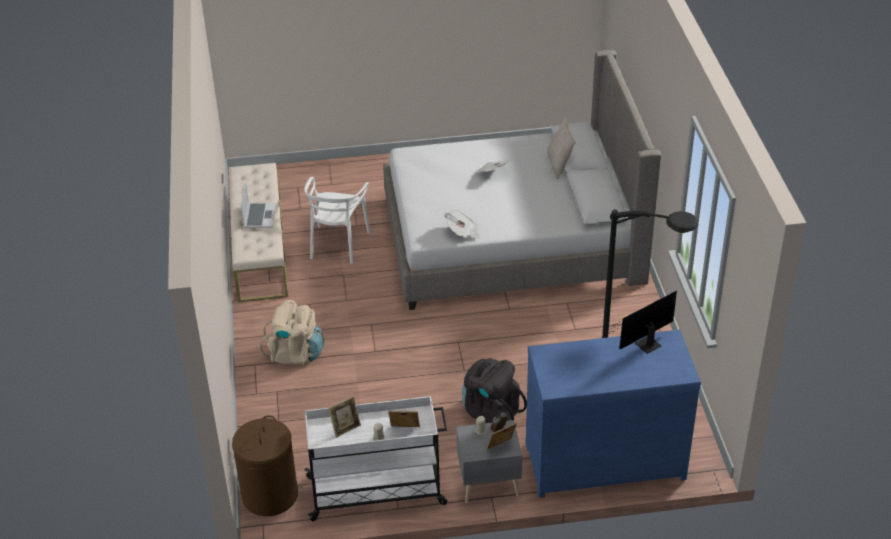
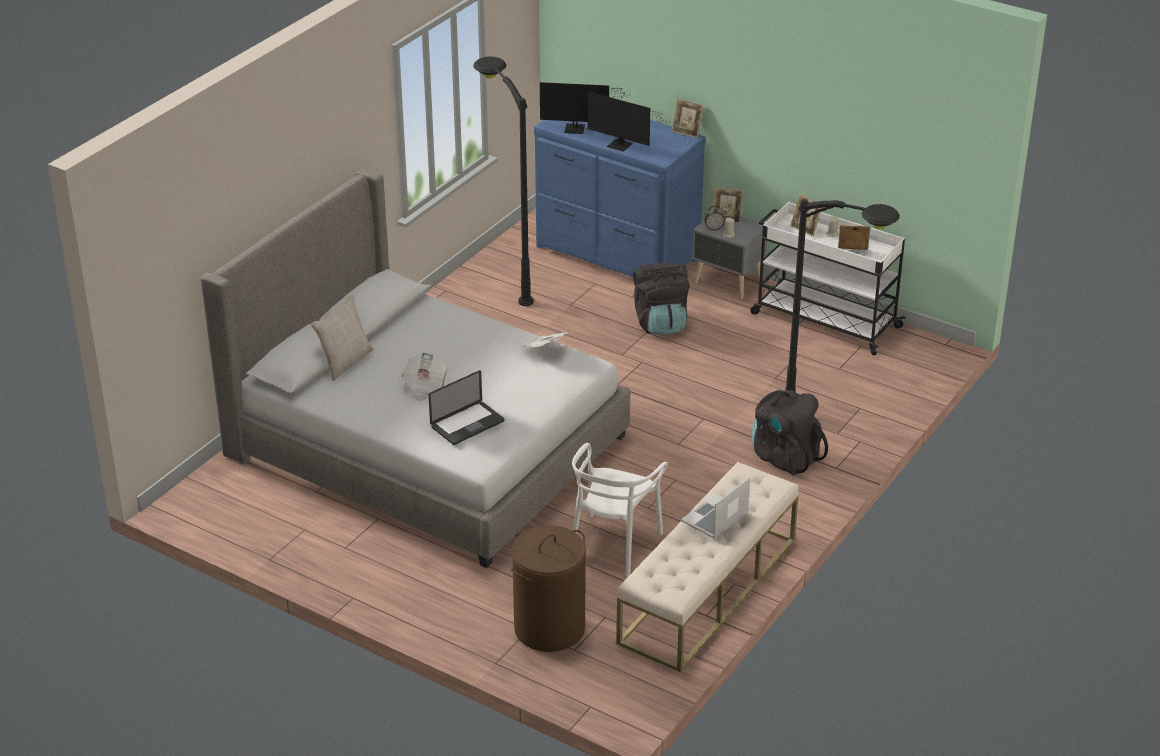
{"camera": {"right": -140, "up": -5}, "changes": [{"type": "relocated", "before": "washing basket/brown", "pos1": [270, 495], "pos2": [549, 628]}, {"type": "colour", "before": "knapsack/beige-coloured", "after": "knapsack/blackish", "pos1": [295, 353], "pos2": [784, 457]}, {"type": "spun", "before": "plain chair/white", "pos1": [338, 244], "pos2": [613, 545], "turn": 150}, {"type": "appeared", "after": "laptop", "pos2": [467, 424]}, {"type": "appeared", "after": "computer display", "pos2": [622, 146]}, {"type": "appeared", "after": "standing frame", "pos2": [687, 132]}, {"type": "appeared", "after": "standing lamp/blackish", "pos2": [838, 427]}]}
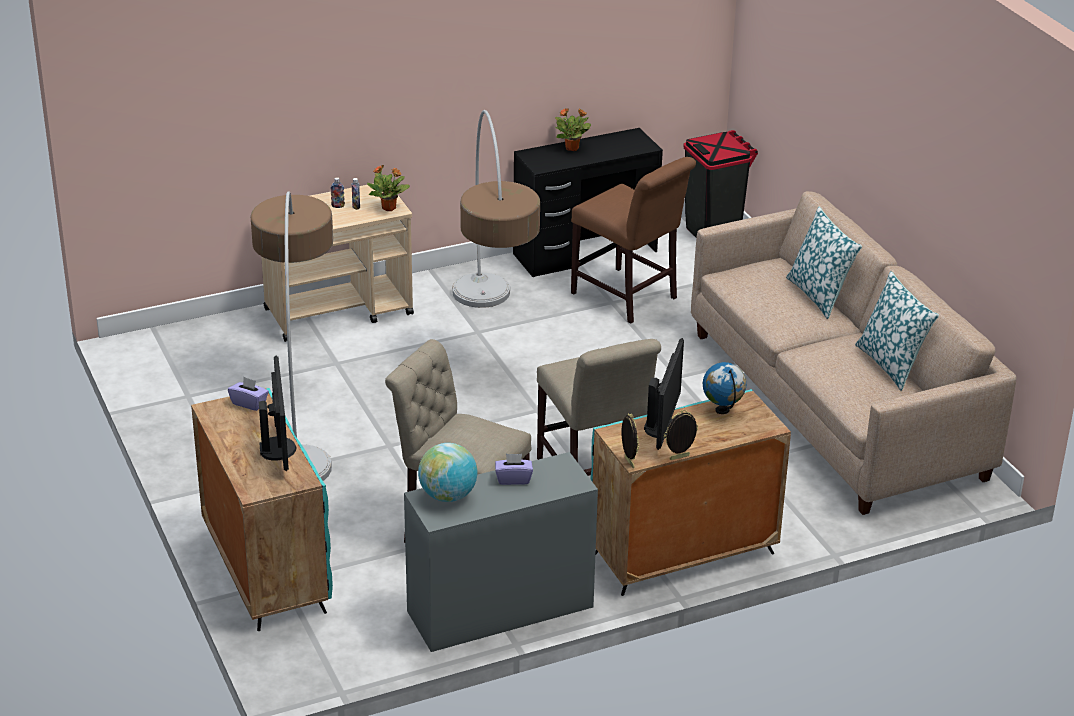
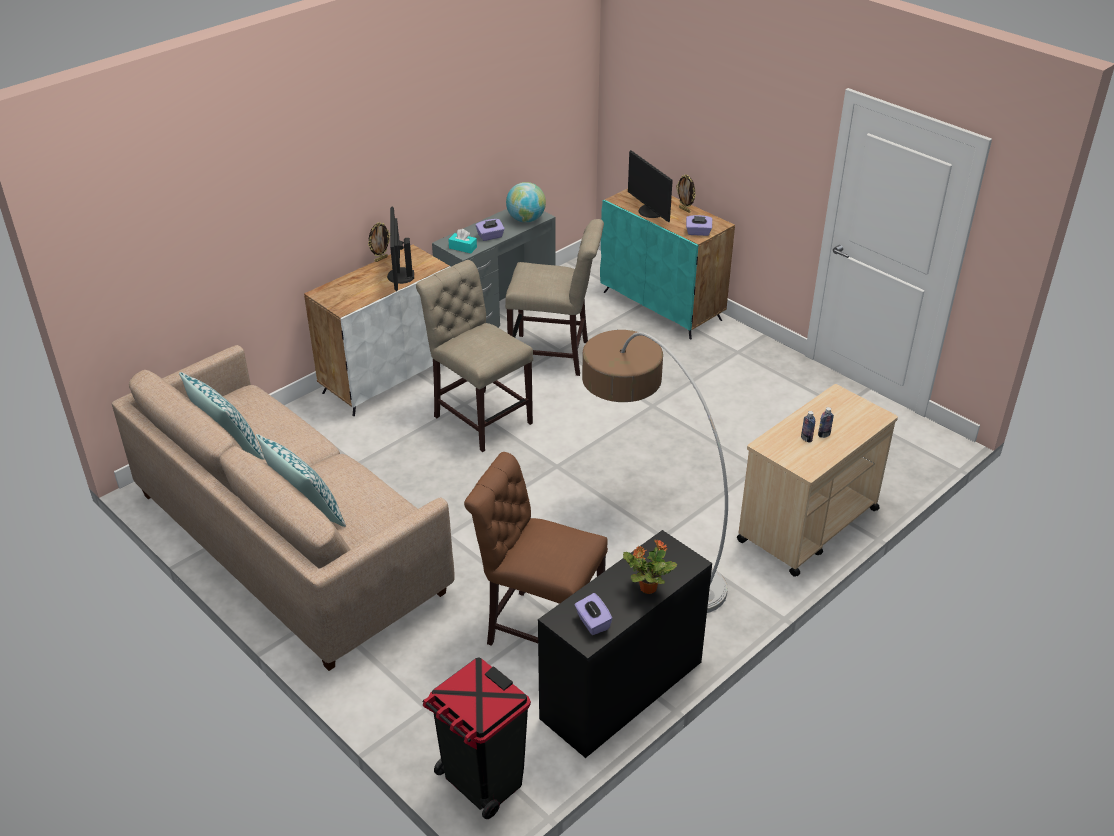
{"camera": {"right": 160, "up": 5}, "changes": [{"type": "missing", "before": "standing lamp", "pos1": [300, 417]}, {"type": "missing", "before": "potted plant", "pos1": [389, 208]}, {"type": "colour", "before": "cabinet/turquoise", "after": "cabinet/white", "pos1": [682, 555], "pos2": [389, 377]}, {"type": "relocated", "before": "standing frame", "pos1": [628, 462], "pos2": [685, 210]}, {"type": "missing", "before": "desk globe", "pos1": [722, 410]}, {"type": "appeared", "after": "tissue box/turquoise", "pos2": [463, 248]}, {"type": "appeared", "after": "tissue box/purple-coloured", "pos2": [592, 623]}]}
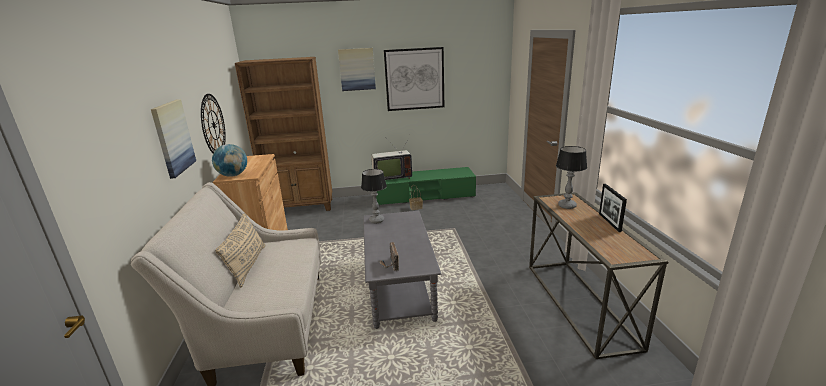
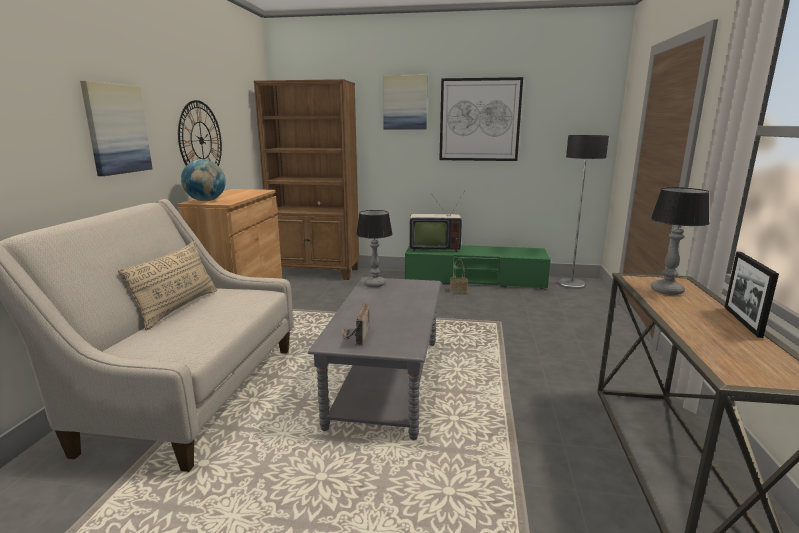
{"camera": {"right": 15, "up": -5}, "changes": [{"type": "appeared", "after": "standing lamp", "pos2": [571, 284]}]}
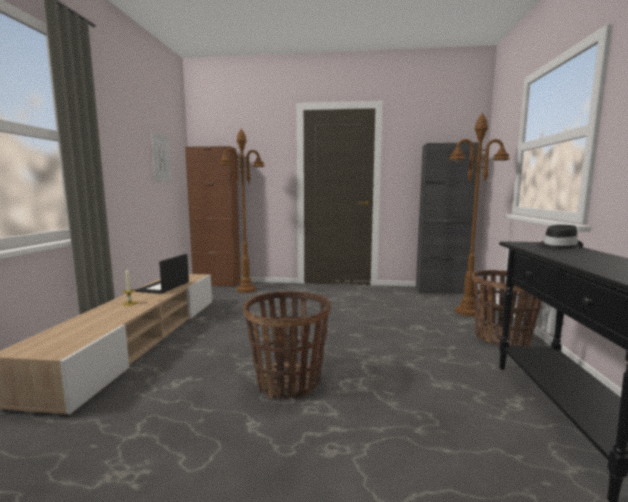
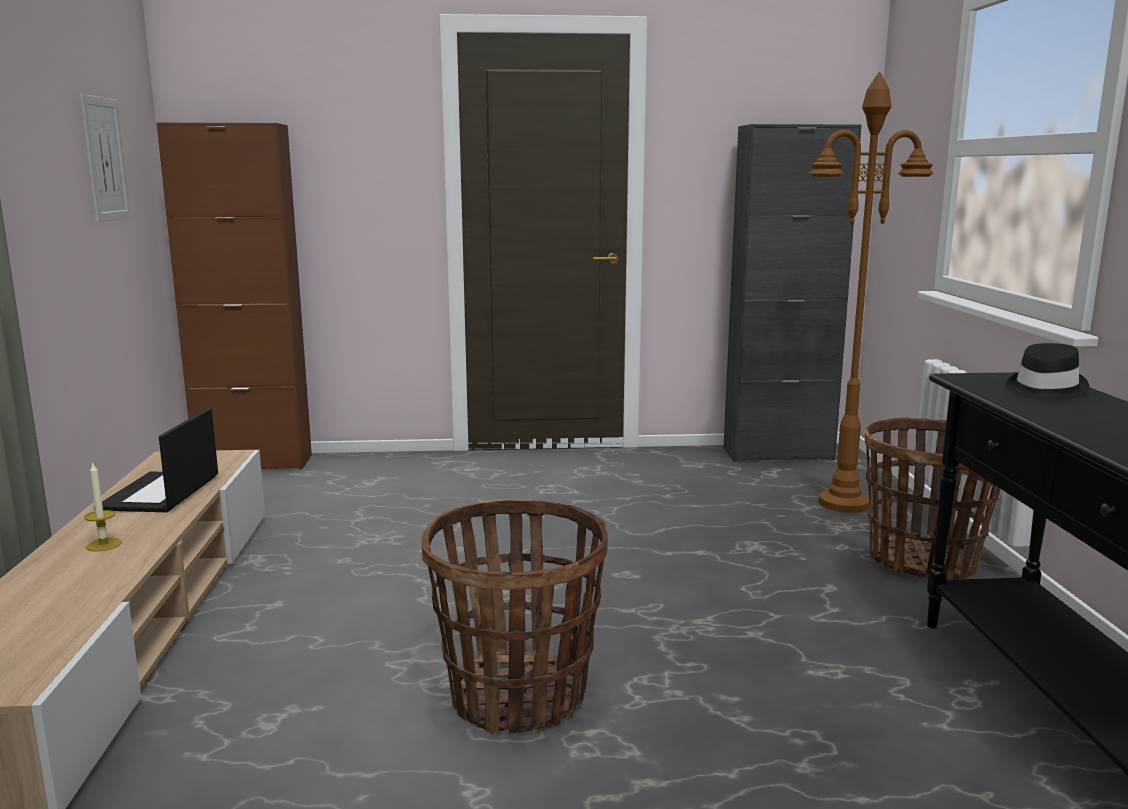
{"camera": {"right": -10, "up": 5}, "changes": [{"type": "missing", "before": "standing lamp/brown", "pos1": [246, 290]}]}
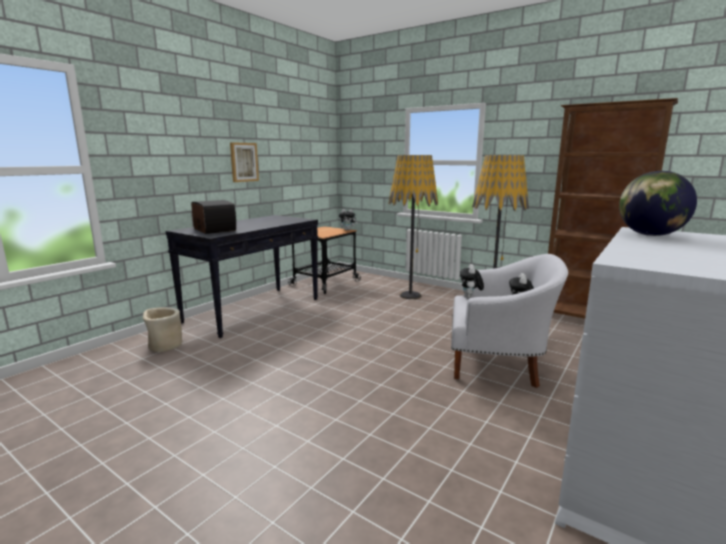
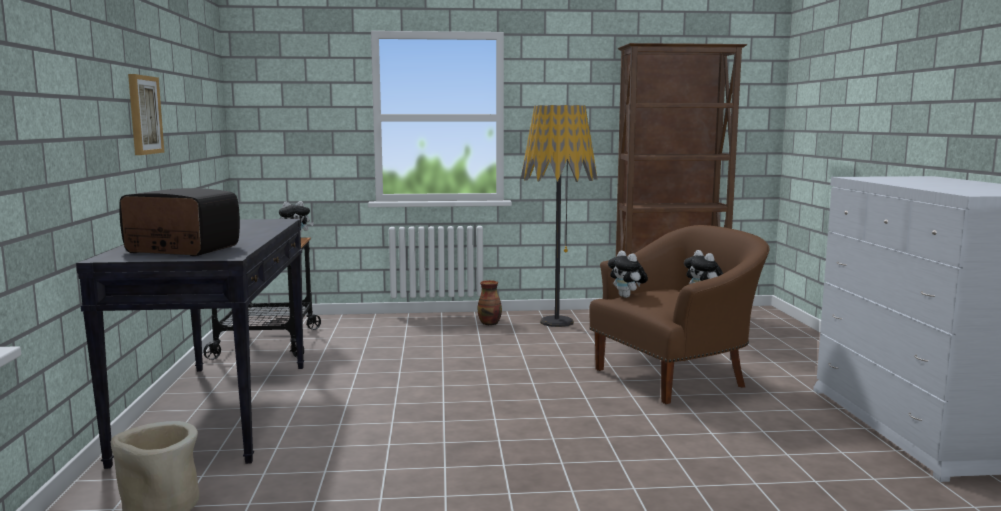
{"camera": {"right": -40, "up": -5}, "changes": [{"type": "missing", "before": "standing lamp", "pos1": [410, 295]}, {"type": "colour", "before": "lounge chair/white", "after": "lounge chair/brown", "pos1": [498, 364], "pos2": [675, 378]}, {"type": "missing", "before": "desk globe", "pos1": [650, 235]}, {"type": "appeared", "after": "flower vase", "pos2": [490, 323]}]}
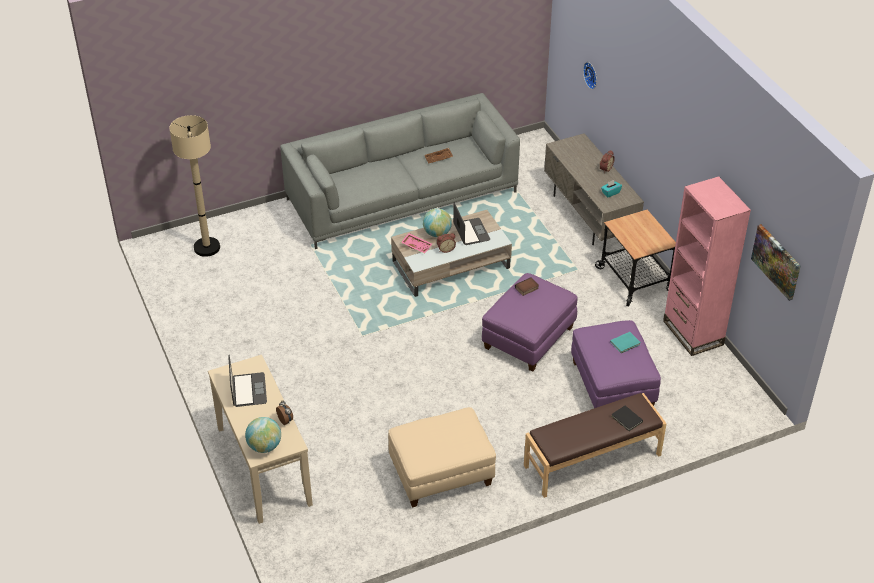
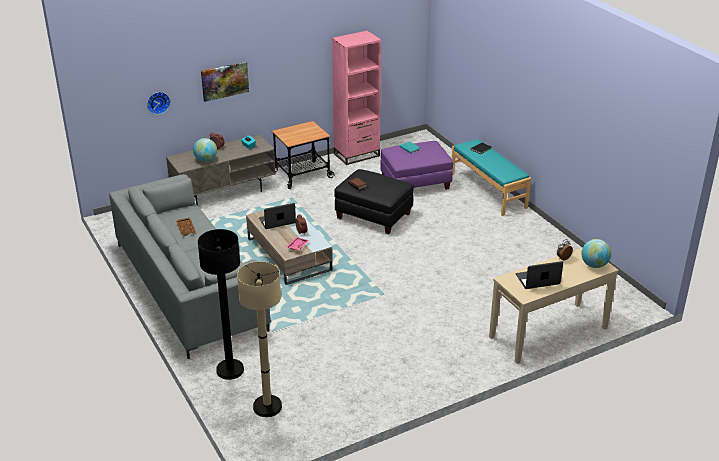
{"camera": {"right": -95, "up": -10}, "changes": [{"type": "missing", "before": "footrest/beige-coloured", "pos1": [441, 473]}, {"type": "relocated", "before": "desk globe", "pos1": [437, 233], "pos2": [206, 160]}, {"type": "colour", "before": "footrest/purple-coloured", "after": "footrest/blackish", "pos1": [529, 339], "pos2": [374, 216]}, {"type": "colour", "before": "long seat/brown", "after": "long seat/turquoise", "pos1": [592, 461], "pos2": [488, 190]}, {"type": "relocated", "before": "wall art", "pos1": [776, 261], "pos2": [224, 81]}, {"type": "appeared", "after": "standing lamp/blackish", "pos2": [230, 370]}]}
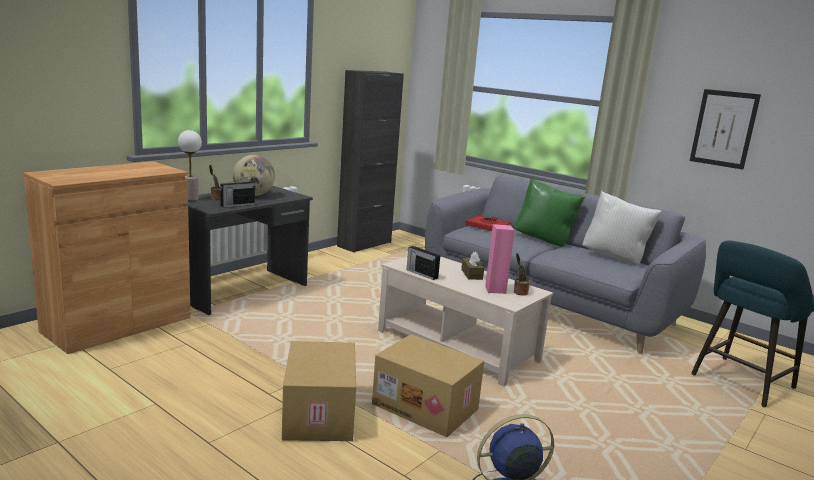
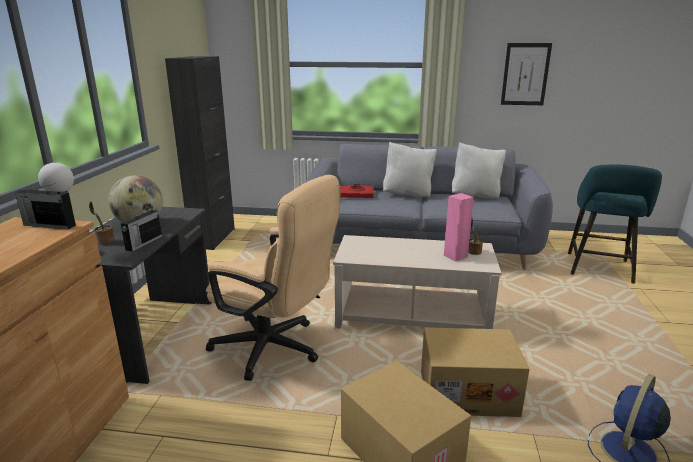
{"camera": {"right": -30, "up": 5}, "changes": [{"type": "relocated", "before": "radio receiver", "pos1": [421, 273], "pos2": [48, 225]}, {"type": "missing", "before": "tissue box/brown", "pos1": [471, 274]}, {"type": "colour", "before": "throw pillow/greenish", "after": "throw pillow/white", "pos1": [544, 240], "pos2": [408, 195]}, {"type": "appeared", "after": "desk chair/beige-coloured", "pos2": [275, 349]}]}
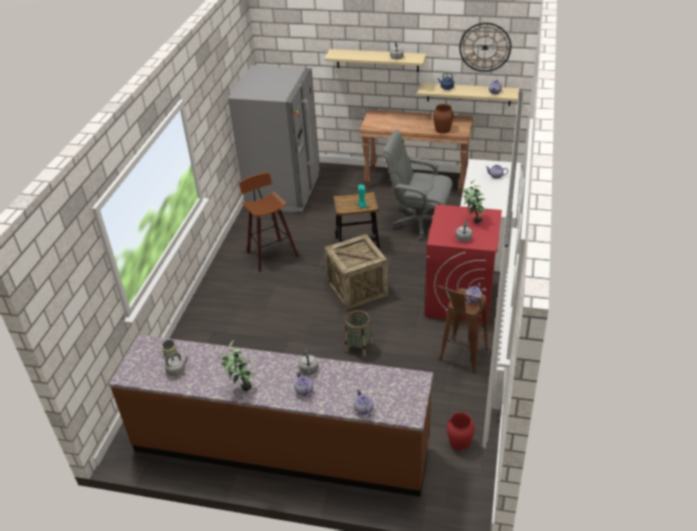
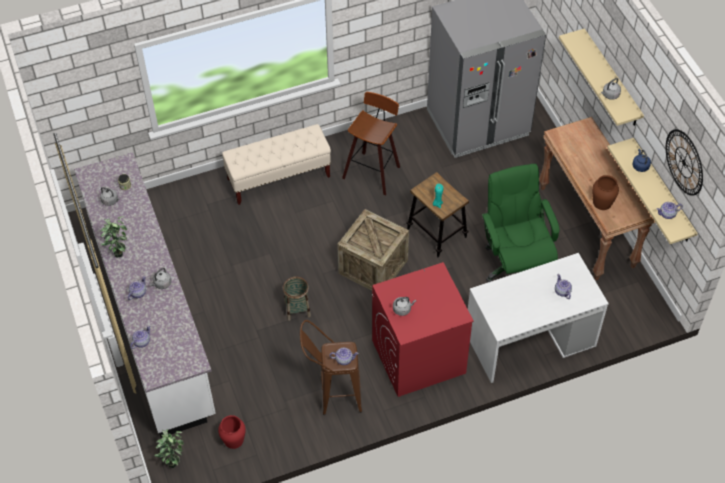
{"camera": {"right": 55, "up": 15}, "changes": [{"type": "colour", "before": "counter/brown", "after": "counter/white", "pos1": [281, 446], "pos2": [152, 316]}, {"type": "colour", "before": "desk chair/gray", "after": "desk chair/greenish", "pos1": [418, 222], "pos2": [515, 264]}, {"type": "relocated", "before": "potted plant", "pos1": [473, 220], "pos2": [173, 459]}, {"type": "appeared", "after": "long seat/beige-coloured", "pos2": [279, 178]}]}
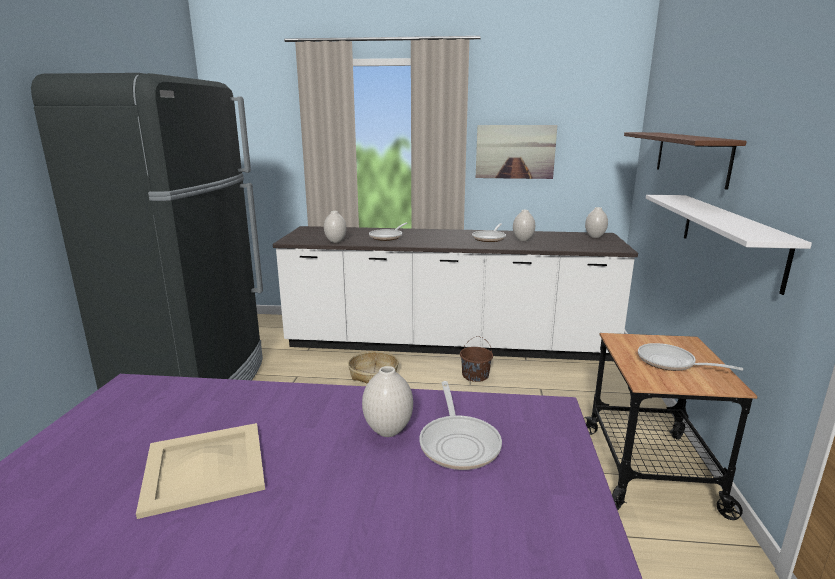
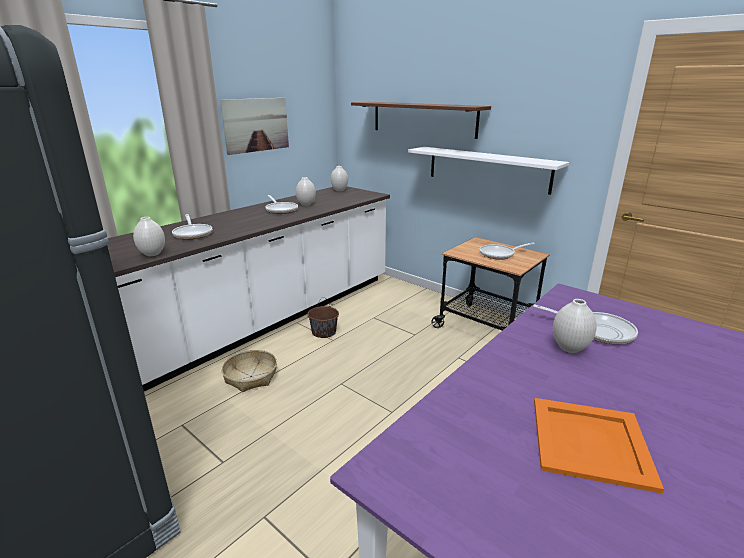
{"camera": {"right": -55, "up": 5}, "changes": [{"type": "colour", "before": "serving tray/beige-coloured", "after": "serving tray/orange-coloured", "pos1": [206, 466], "pos2": [589, 441]}]}
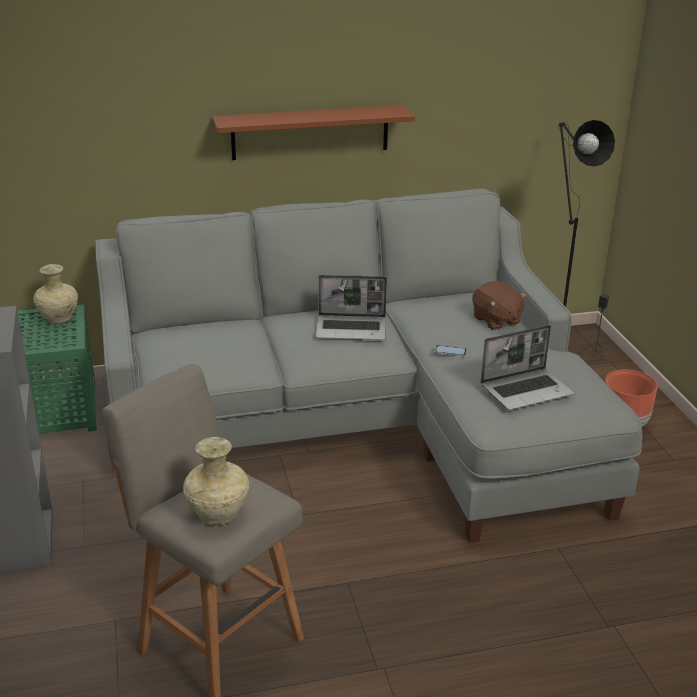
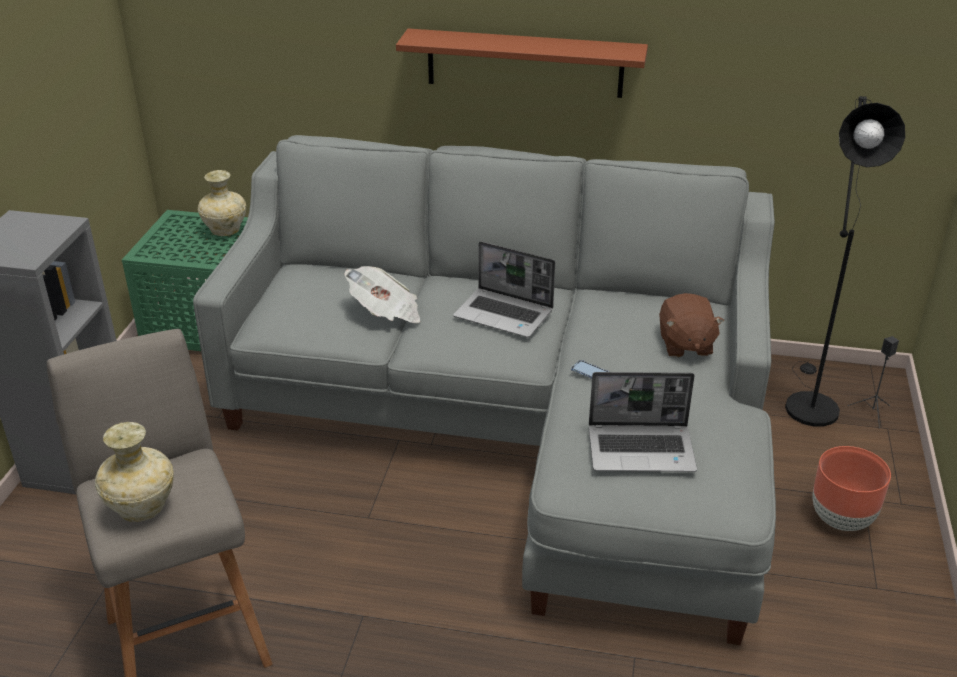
{"camera": {"right": 25, "up": 5}, "changes": [{"type": "appeared", "after": "newspaper", "pos2": [386, 312]}]}
